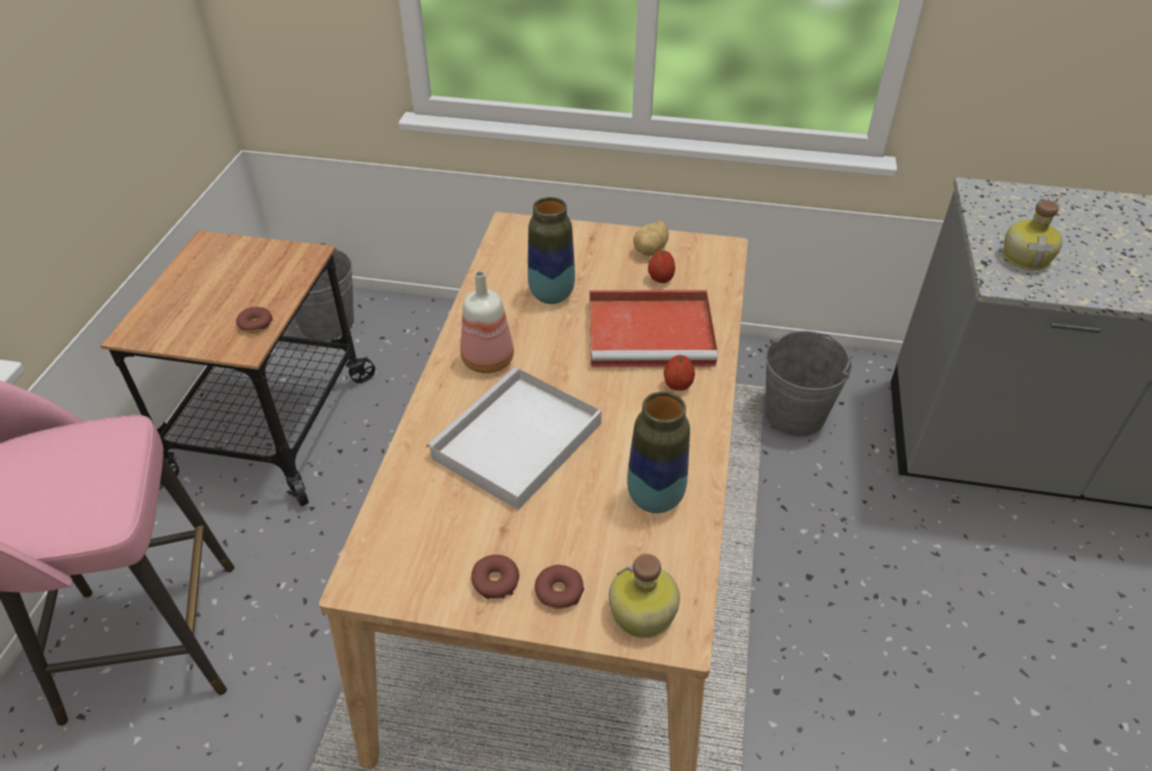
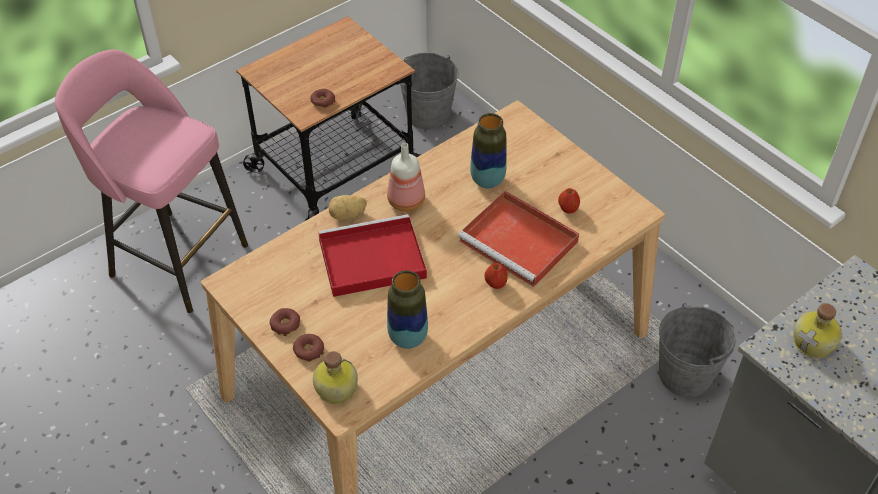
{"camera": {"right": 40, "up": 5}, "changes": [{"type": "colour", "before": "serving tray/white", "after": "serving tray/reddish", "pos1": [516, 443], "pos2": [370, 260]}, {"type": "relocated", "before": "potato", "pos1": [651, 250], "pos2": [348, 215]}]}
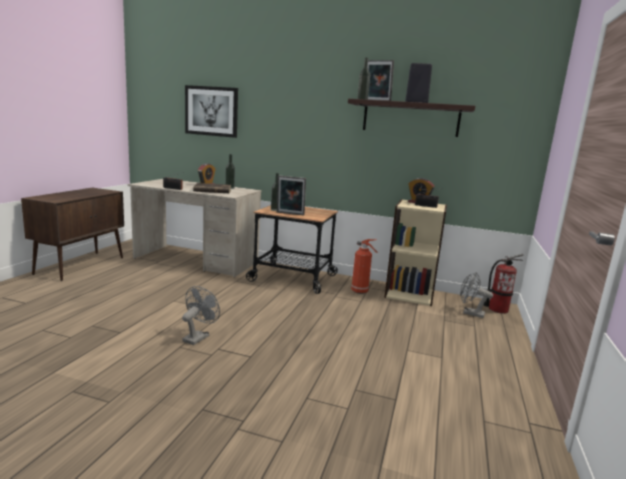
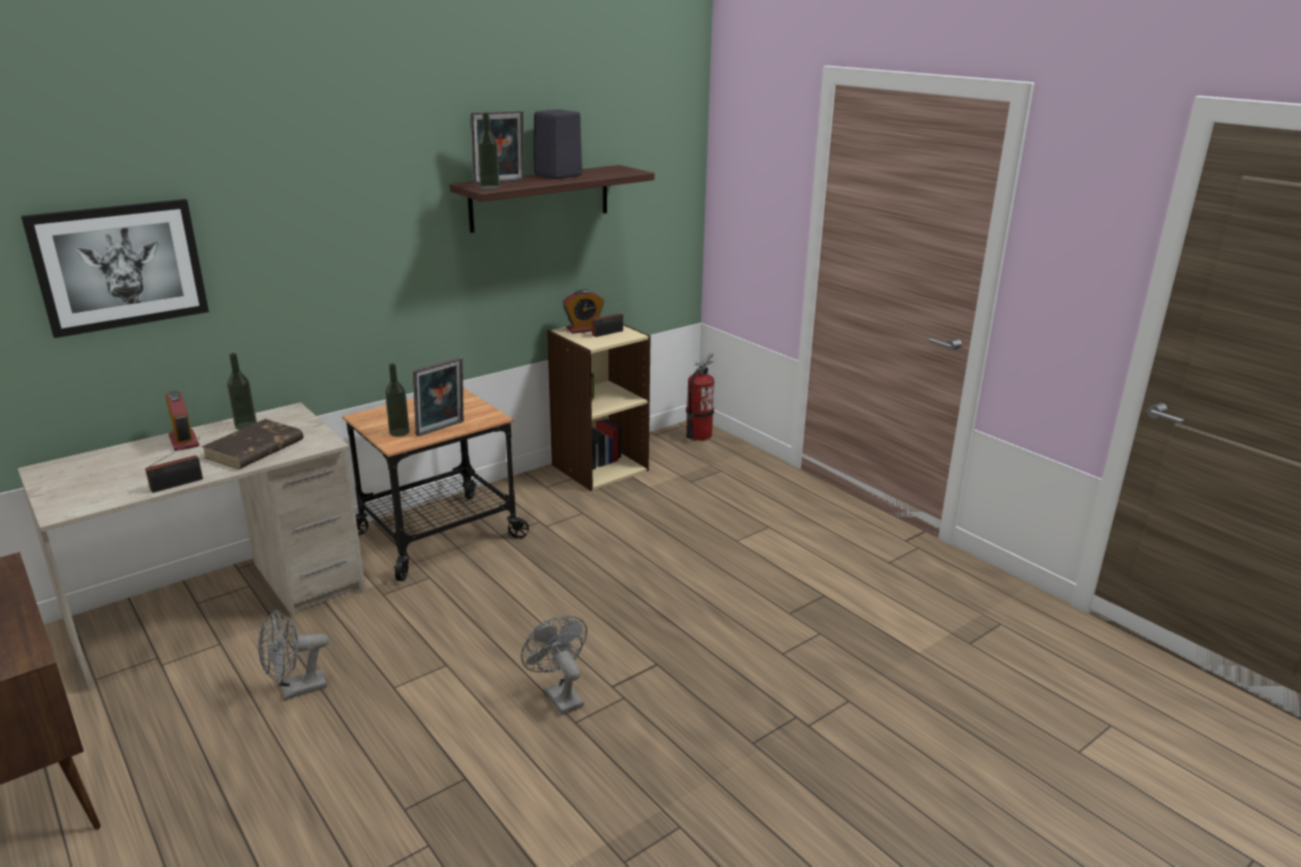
{"camera": {"right": -55, "up": 10}, "changes": [{"type": "missing", "before": "extinguisher", "pos1": [360, 292]}, {"type": "relocated", "before": "fan/gray", "pos1": [470, 313], "pos2": [296, 690]}]}
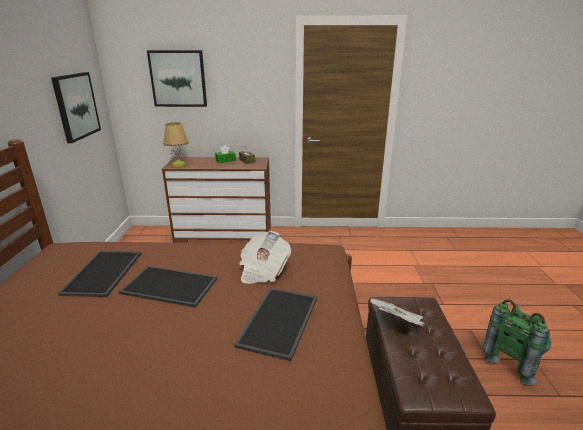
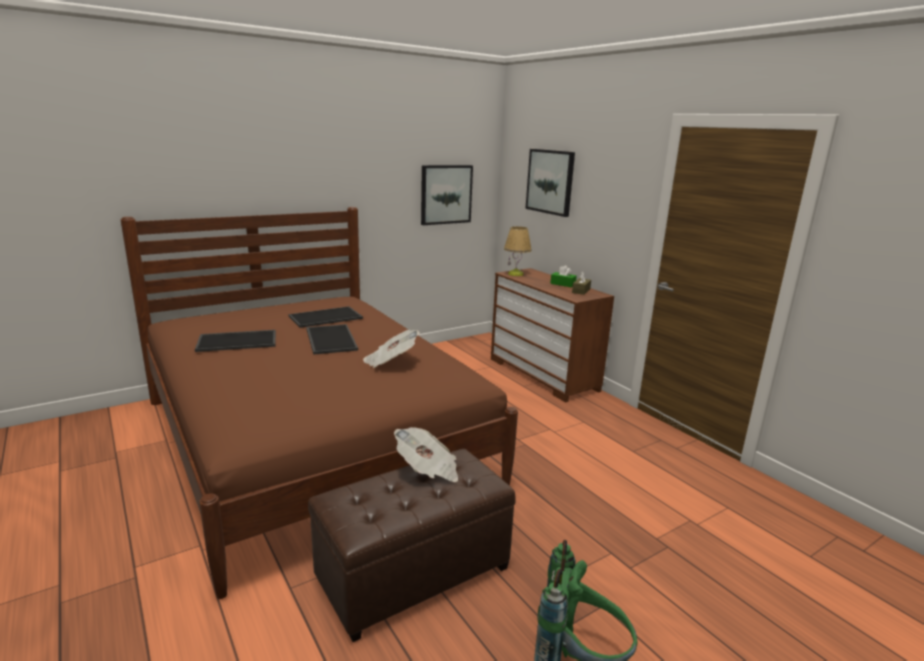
{"camera": {"right": 55, "up": -5}, "changes": [{"type": "relocated", "before": "serving tray", "pos1": [278, 320], "pos2": [238, 341]}]}
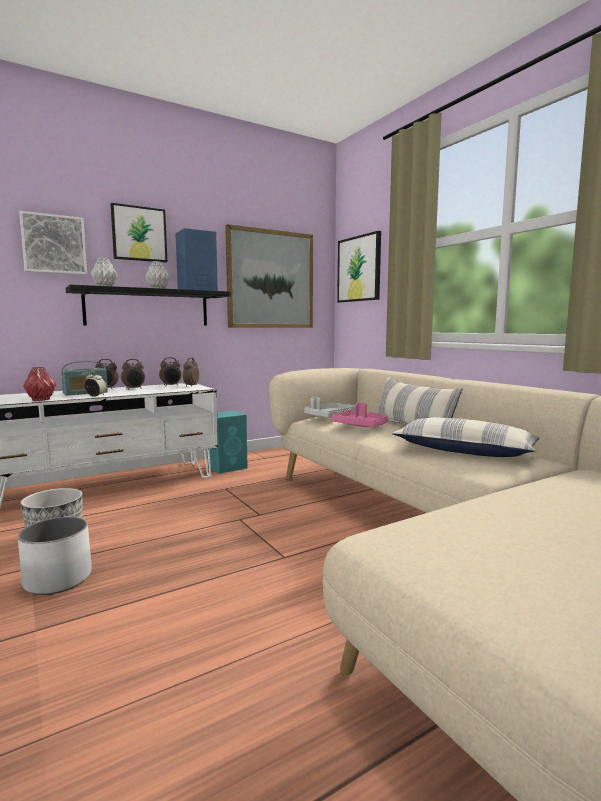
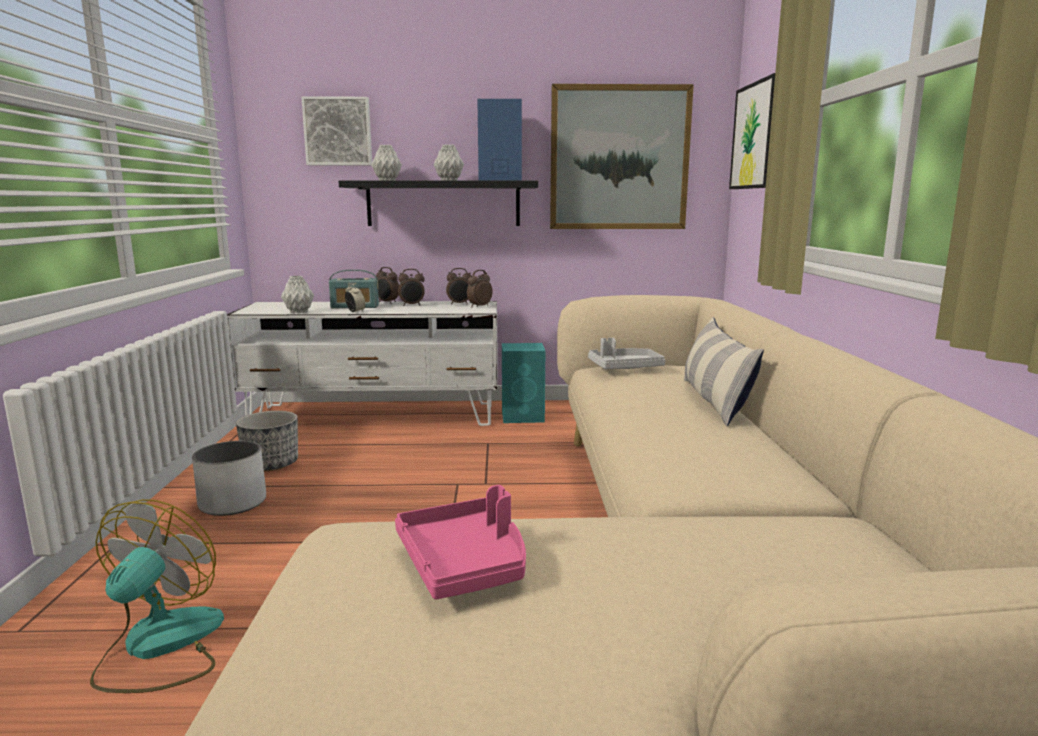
{"camera": {"right": 30, "up": 5}, "changes": [{"type": "colour", "before": "flower vase/reddish", "after": "flower vase/gray", "pos1": [40, 400], "pos2": [298, 312]}, {"type": "missing", "before": "wall art", "pos1": [139, 234]}, {"type": "relocated", "before": "serving tray/pink-coloured", "pos1": [360, 425], "pos2": [465, 563]}, {"type": "missing", "before": "throw pillow", "pos1": [464, 450]}, {"type": "appeared", "after": "fan", "pos2": [159, 647]}]}
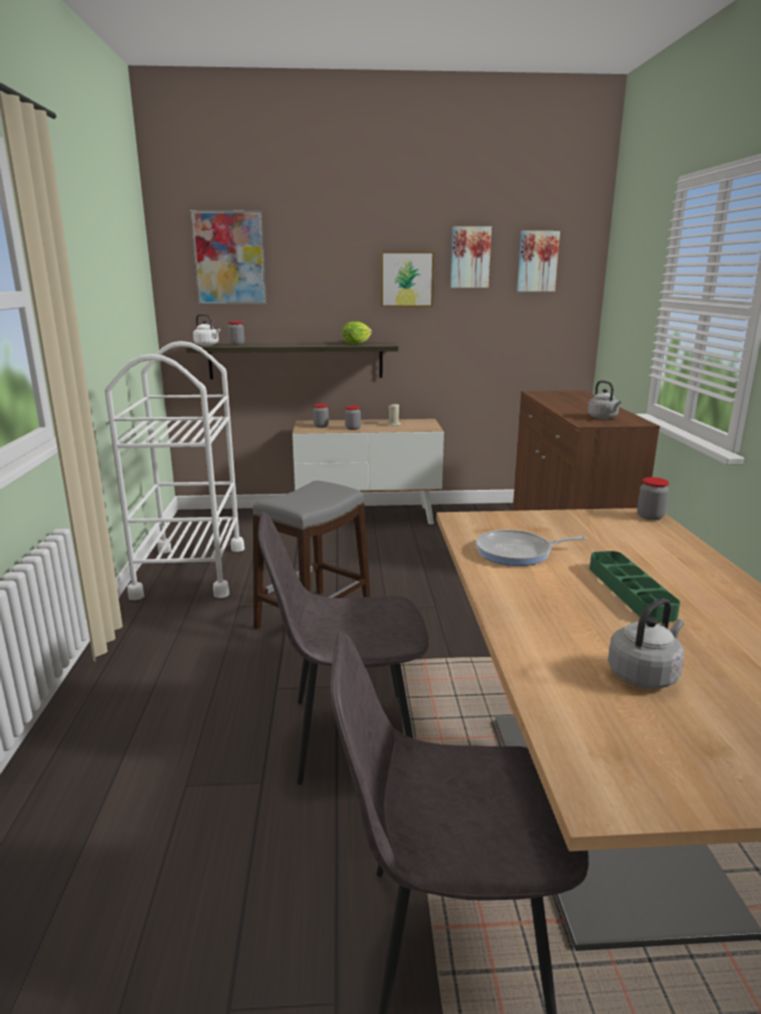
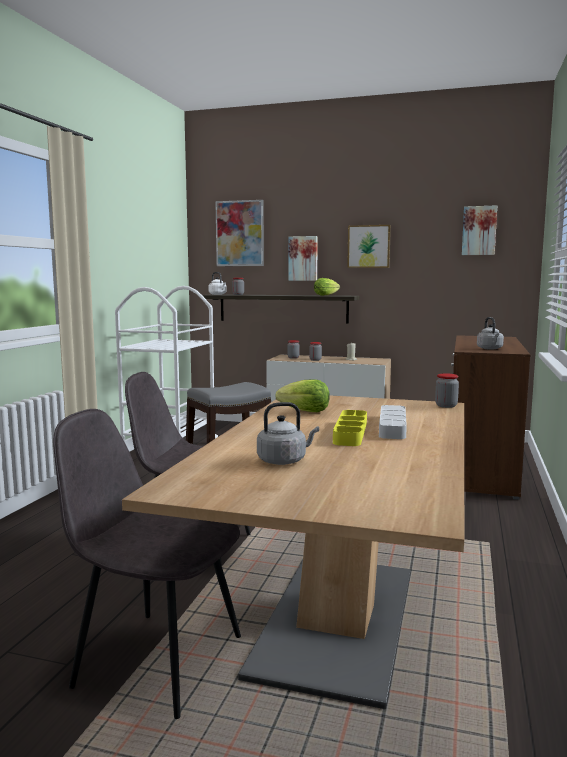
{"camera": {"right": 20, "up": -10}, "changes": [{"type": "relocated", "before": "wall art", "pos1": [470, 257], "pos2": [303, 258]}, {"type": "exchanged", "before": "frying pan", "after": "head of lettuce", "pos1": [518, 553], "pos2": [305, 412]}, {"type": "colour", "before": "serving tray/greenish", "after": "serving tray/yellow-coloured", "pos1": [630, 591], "pos2": [350, 432]}, {"type": "appeared", "after": "serving tray/gray", "pos2": [392, 426]}]}
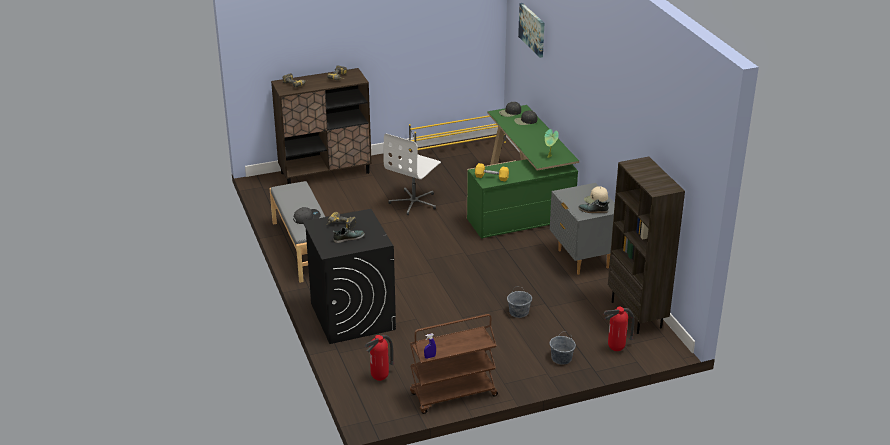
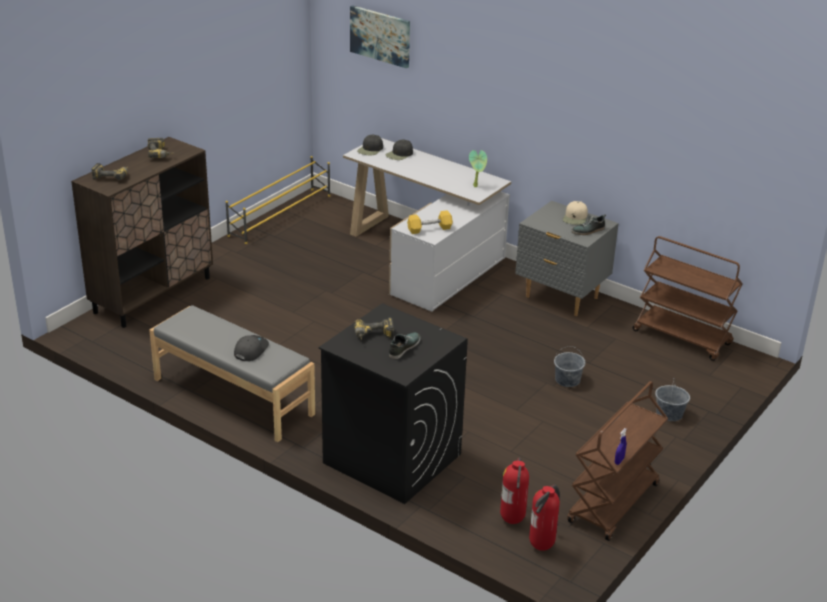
{"camera": {"right": -35, "up": 0}, "changes": [{"type": "missing", "before": "desk chair/white", "pos1": [414, 202]}, {"type": "colour", "before": "desk unit/greenish", "after": "desk unit/white", "pos1": [521, 203], "pos2": [425, 257]}, {"type": "relocated", "before": "extinguisher", "pos1": [616, 349], "pos2": [542, 547]}, {"type": "exchanged", "before": "bookcase/brown", "after": "cart/brown", "pos1": [637, 315], "pos2": [682, 337]}]}
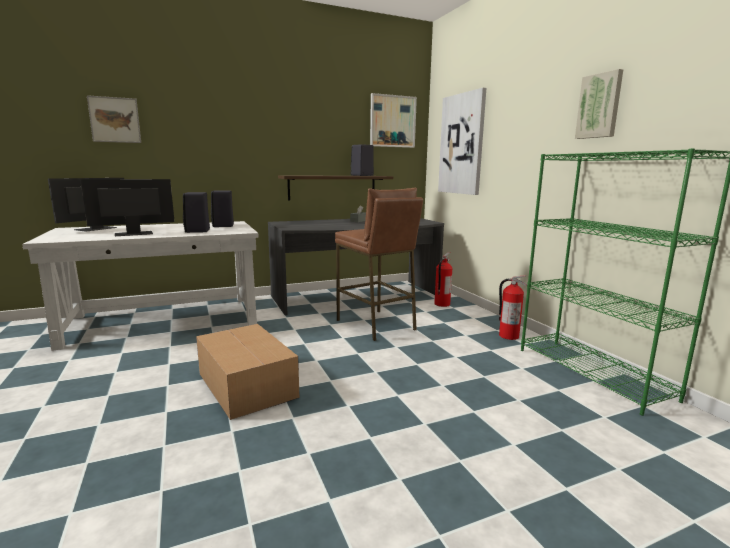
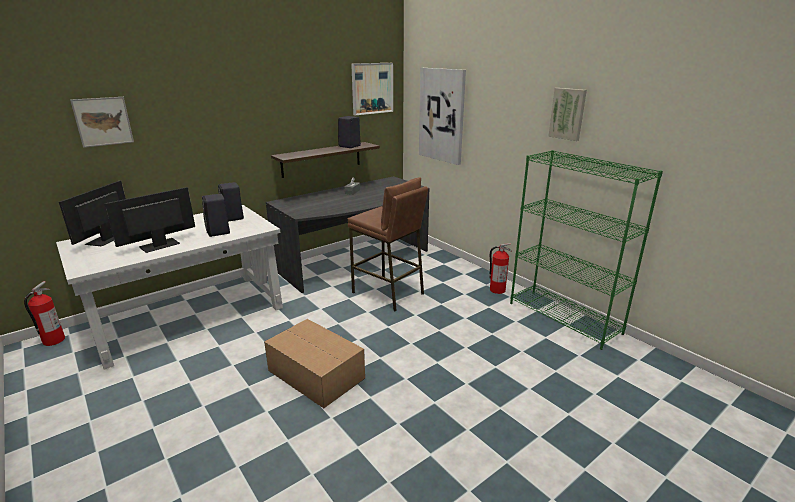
{"camera": {"right": -15, "up": 10}, "changes": [{"type": "relocated", "before": "extinguisher", "pos1": [441, 304], "pos2": [53, 341]}]}
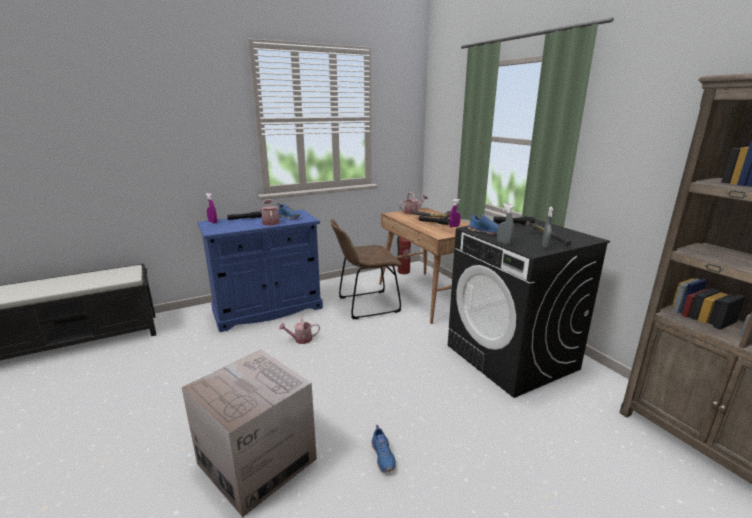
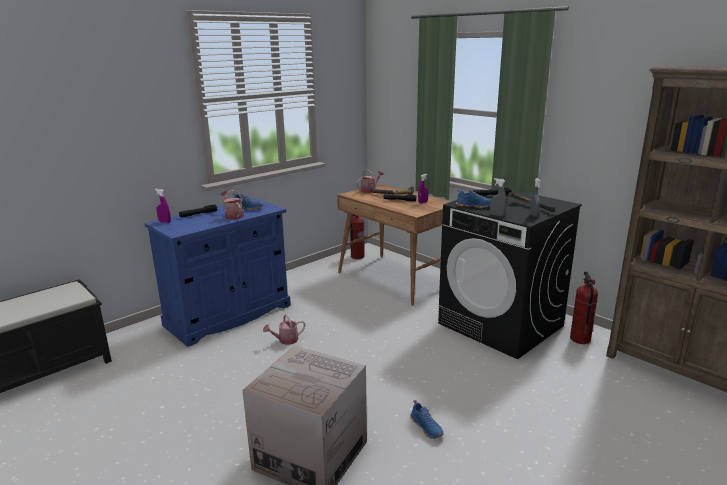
{"camera": {"right": -15, "up": 0}, "changes": [{"type": "missing", "before": "plain chair/brown", "pos1": [365, 305]}, {"type": "appeared", "after": "extinguisher", "pos2": [579, 339]}]}
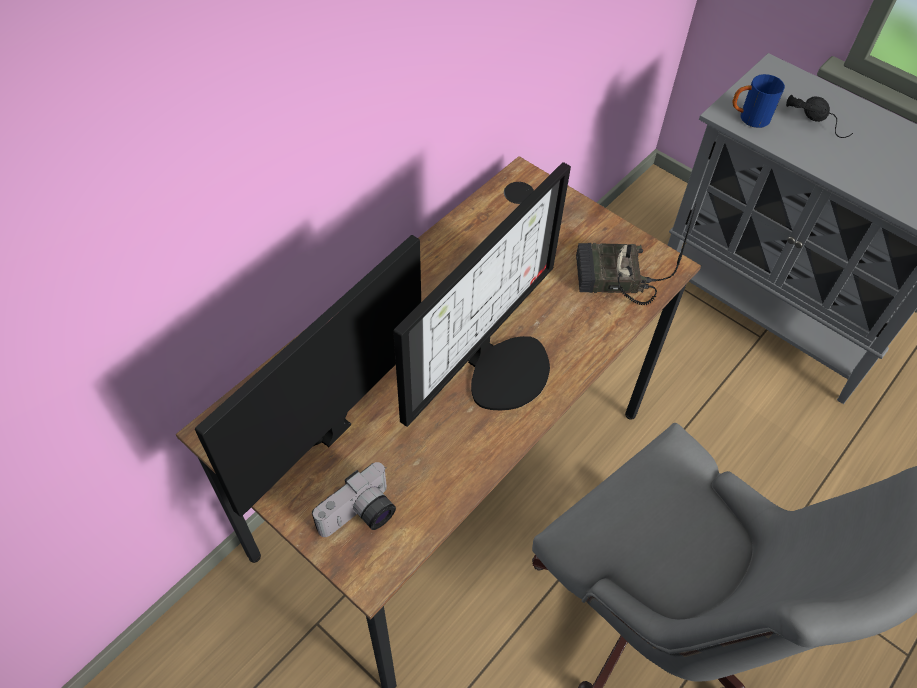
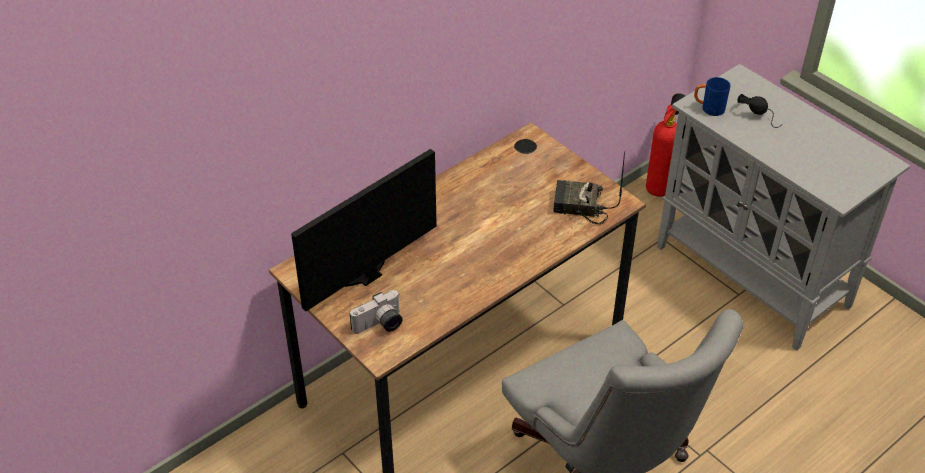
{"camera": {"right": 10, "up": -10}, "changes": [{"type": "missing", "before": "computer display", "pos1": [501, 366]}, {"type": "appeared", "after": "extinguisher", "pos2": [660, 187]}]}
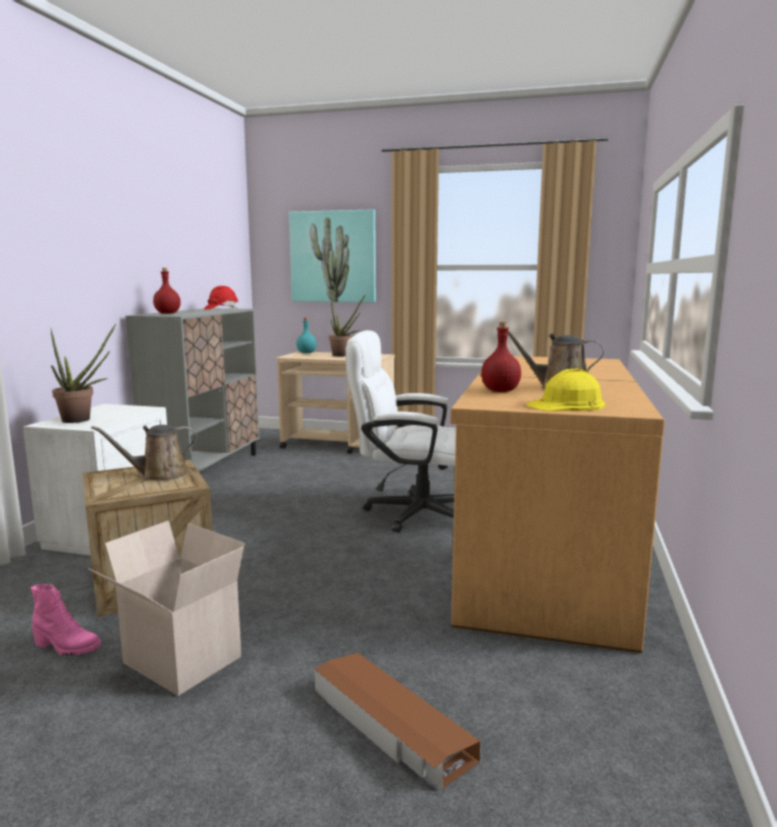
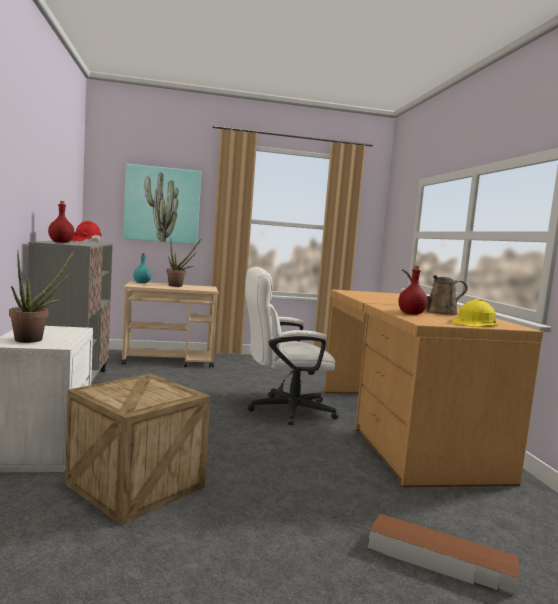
{"camera": {"right": -25, "up": -5}, "changes": [{"type": "missing", "before": "boot/pink-coloured", "pos1": [66, 647]}, {"type": "missing", "before": "packing box", "pos1": [178, 661]}, {"type": "missing", "before": "watering pot/brown", "pos1": [159, 475]}]}
